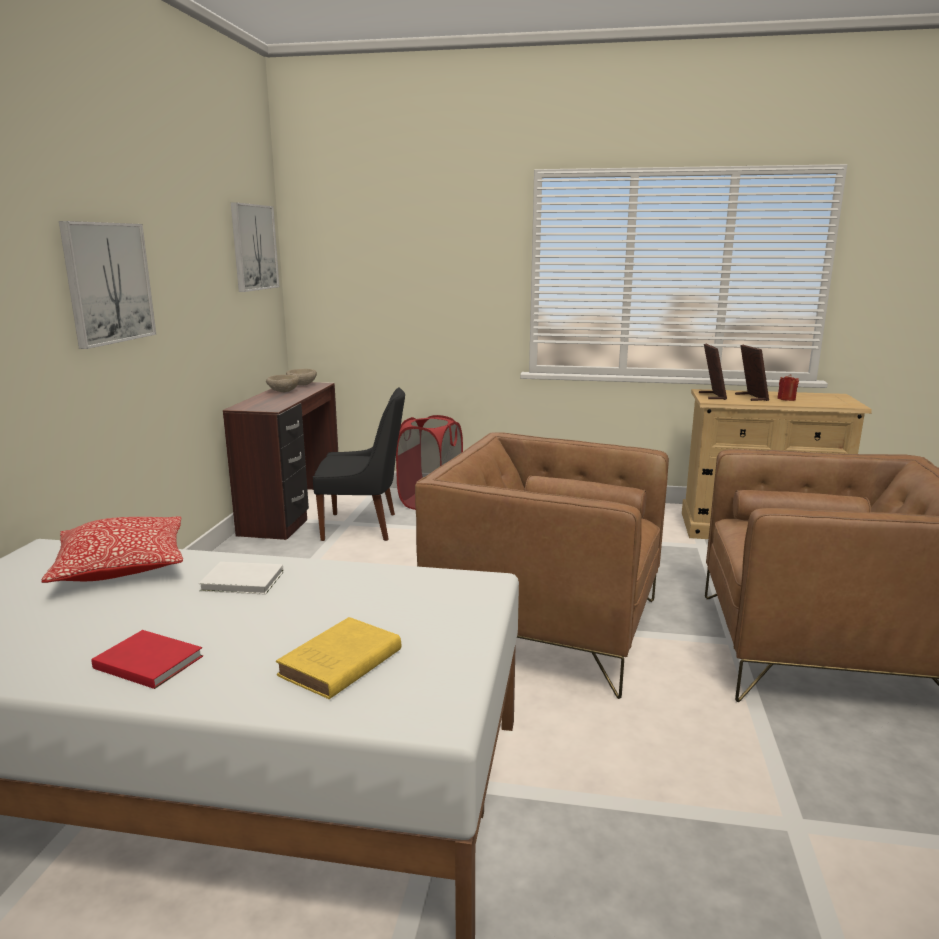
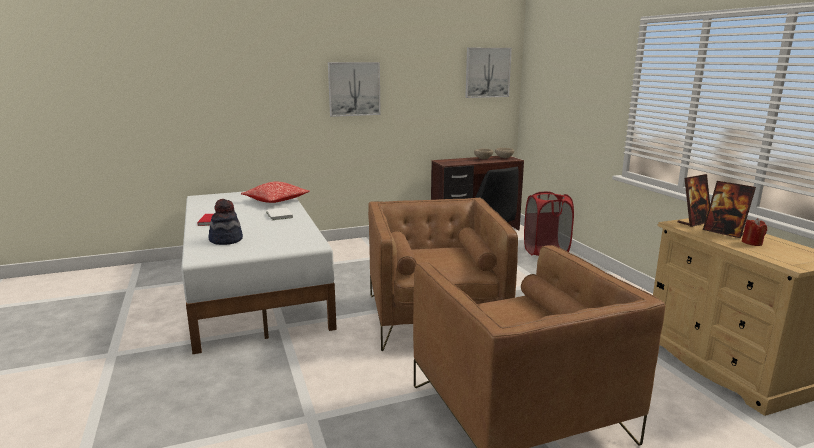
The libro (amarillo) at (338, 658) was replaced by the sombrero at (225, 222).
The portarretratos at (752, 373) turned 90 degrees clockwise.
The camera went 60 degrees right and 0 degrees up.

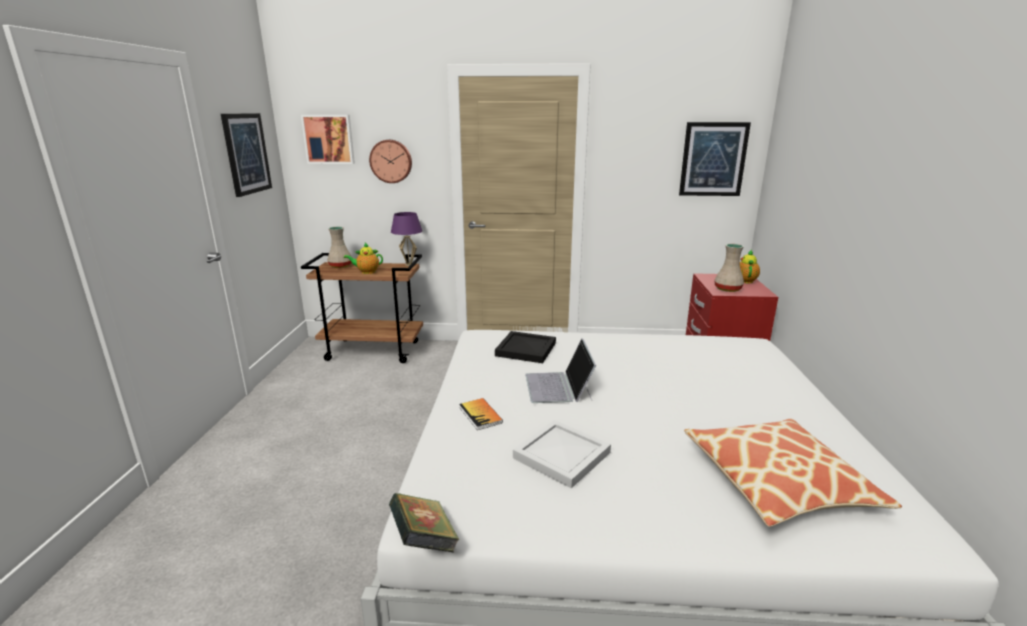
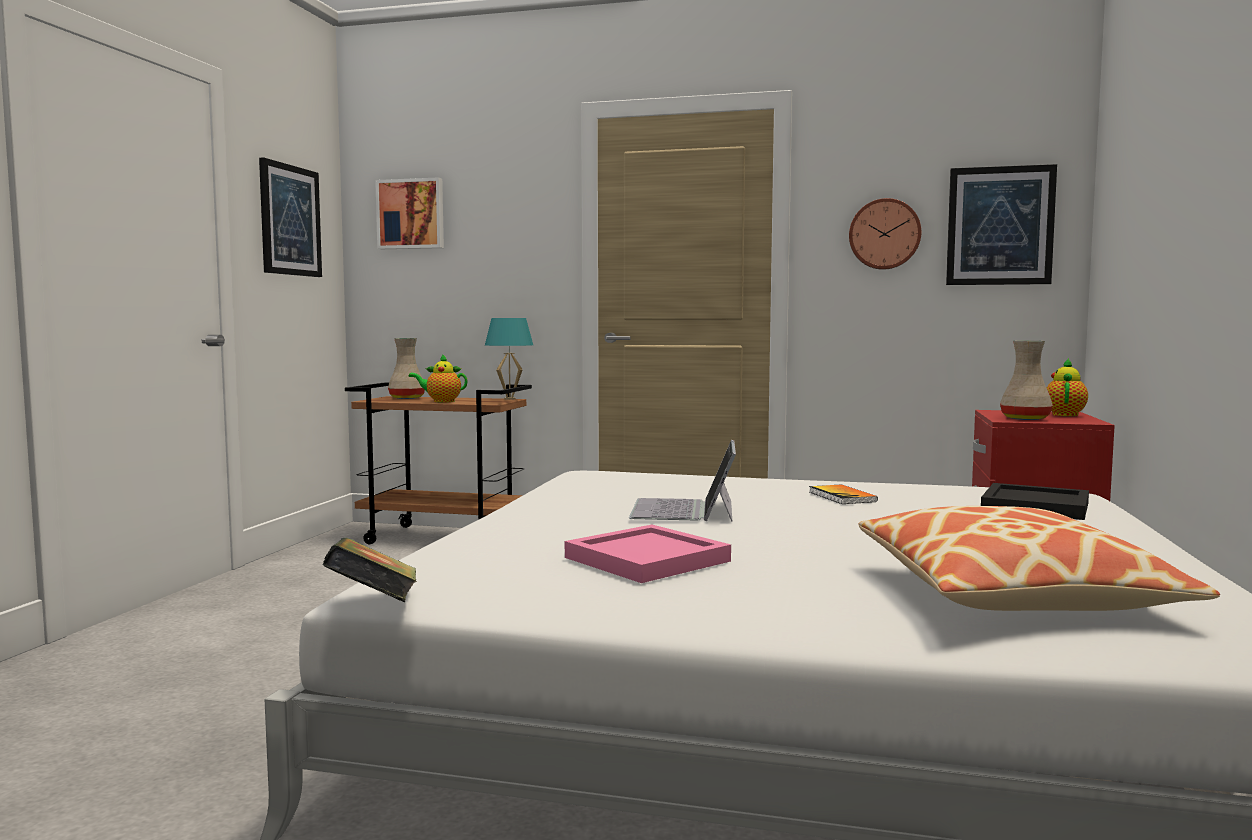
The reloj de pared moved from (390, 161) to (885, 234).
The libro moved from (481, 414) to (843, 494).
The bandeja (negro) moved from (525, 347) to (1035, 501).
The lámpara de mesa (morado) at (406, 239) became the lámpara de mesa (turquesa) at (509, 359).
The bandeja (blanco) at (562, 454) became the bandeja (rosa) at (648, 554).
The camera went 10 degrees right and 15 degrees down.

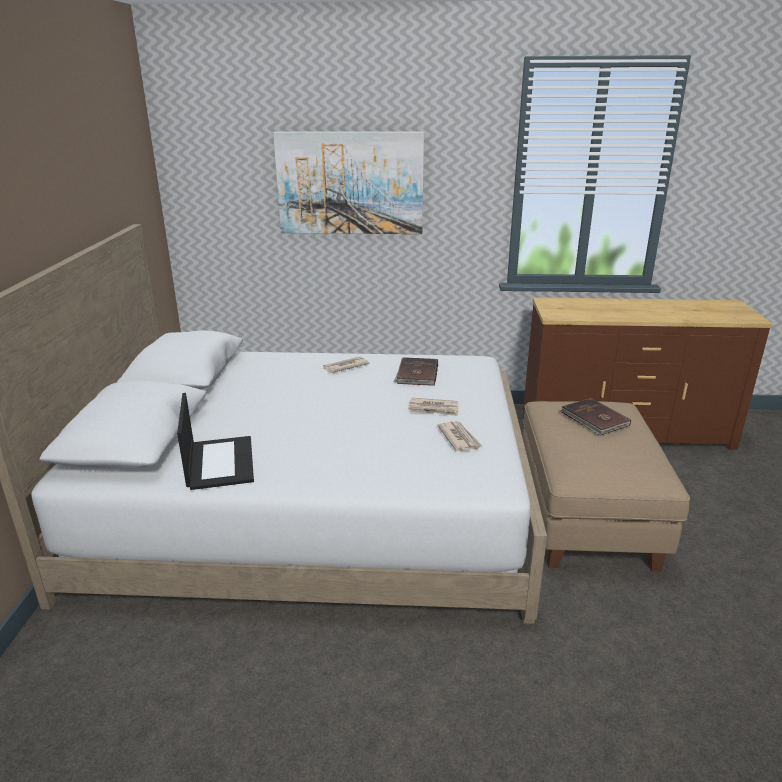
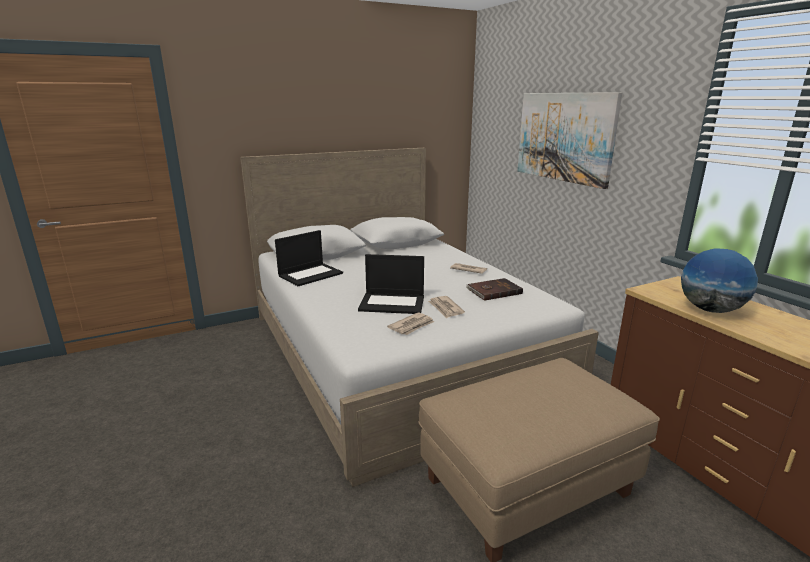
The libro (marrón) at (596, 417) disappeared.
The portátil at (391, 284) appeared.
The globo terráqueo at (719, 280) appeared.
The camera went 60 degrees right and 5 degrees down.

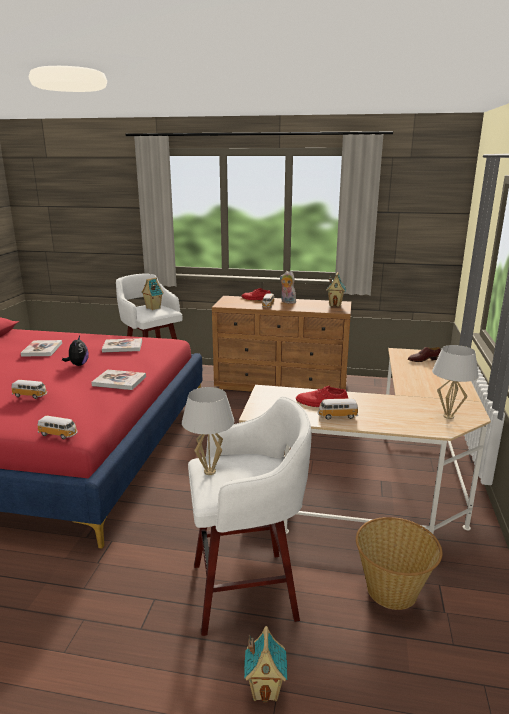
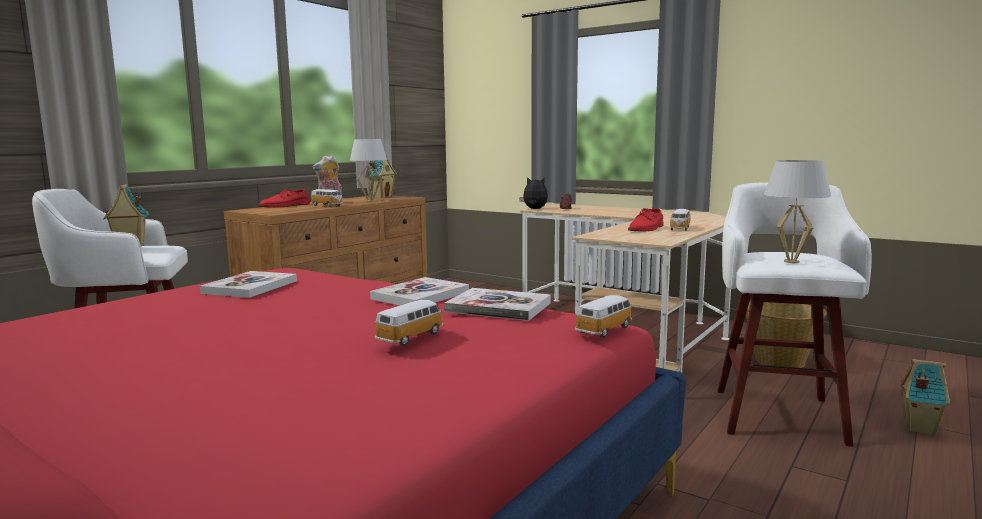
The libro moved from (41, 348) to (497, 304).
The peluche moved from (75, 351) to (533, 193).
The lámpara de mesa (blanco) moved from (455, 382) to (368, 170).
The camera went 65 degrees left and 10 degrees down.

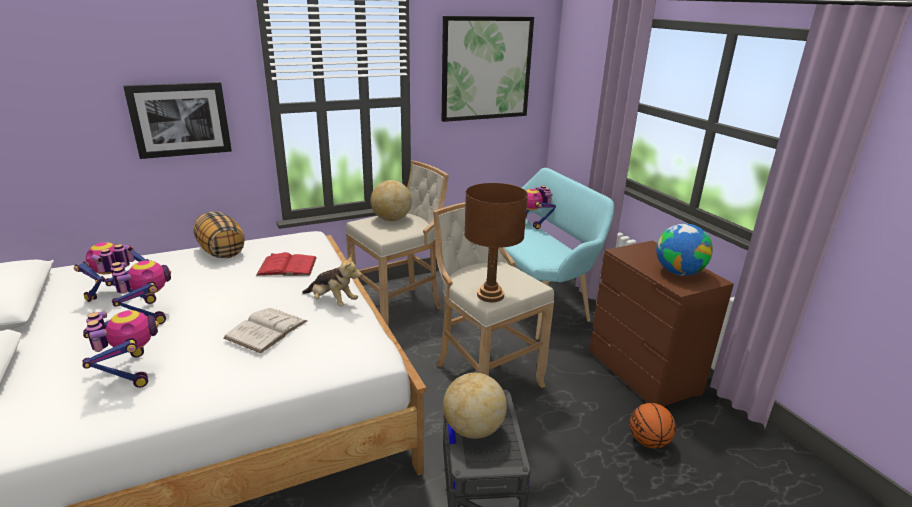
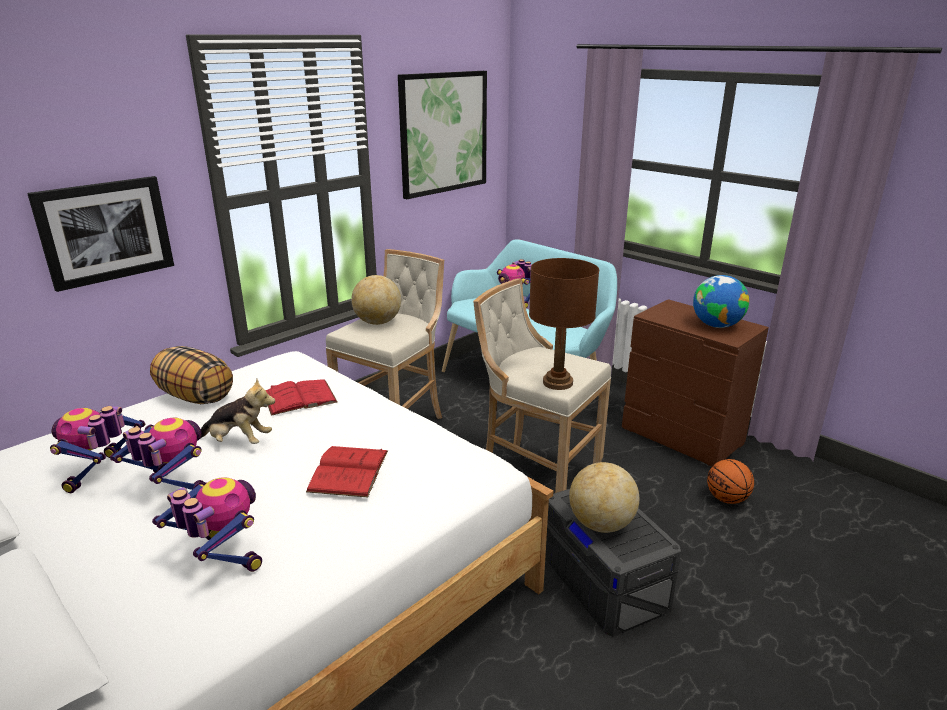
The peluche moved from (332, 280) to (238, 411).
The libro (blanco) at (265, 331) became the libro (rojo) at (347, 471).
The camera went 20 degrees left and 0 degrees up.

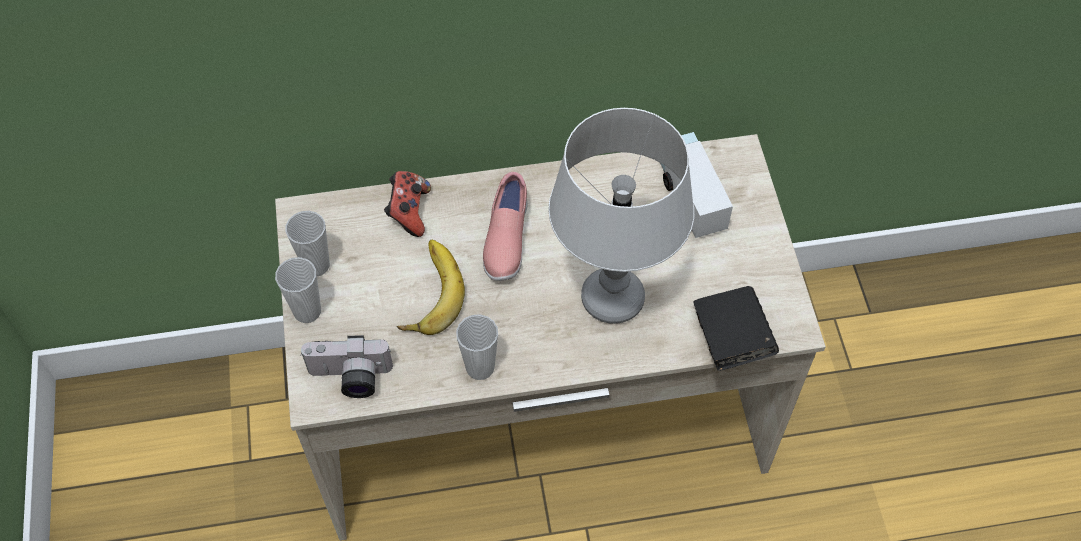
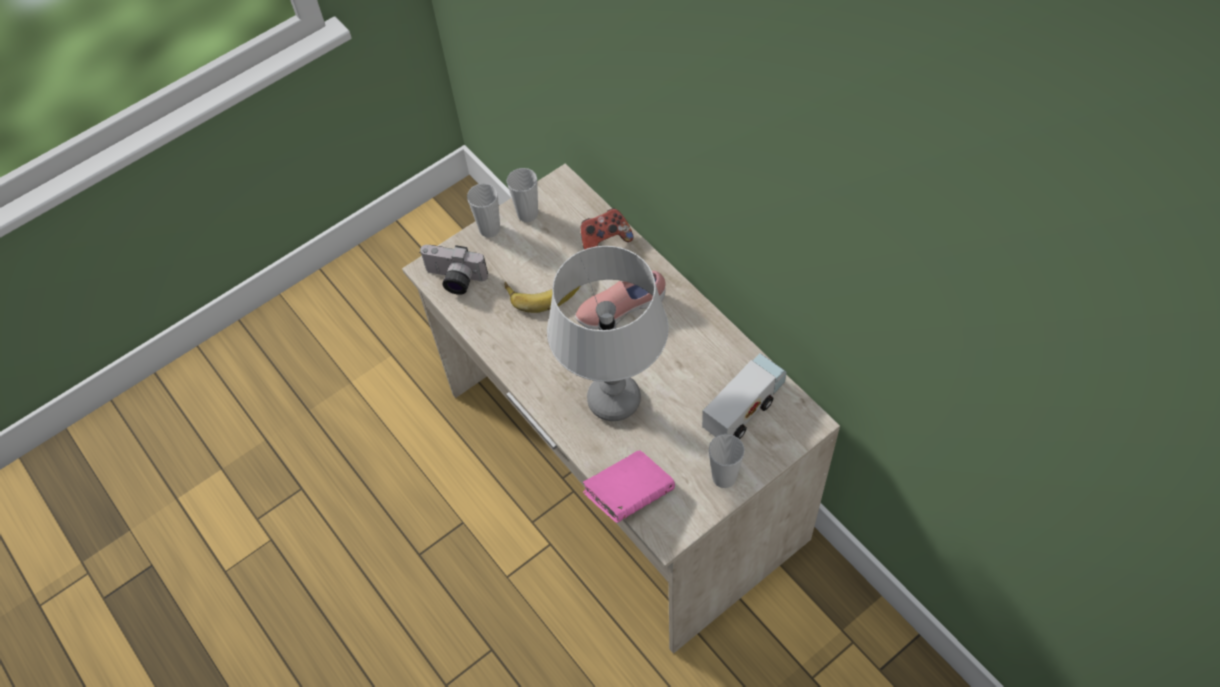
The taza moved from (477, 347) to (727, 461).
The libro (negro) at (736, 328) became the libro (rosa) at (629, 487).
The cámara at (346, 366) turned 45 degrees counterclockwise.
The camera went 65 degrees right and 0 degrees up.

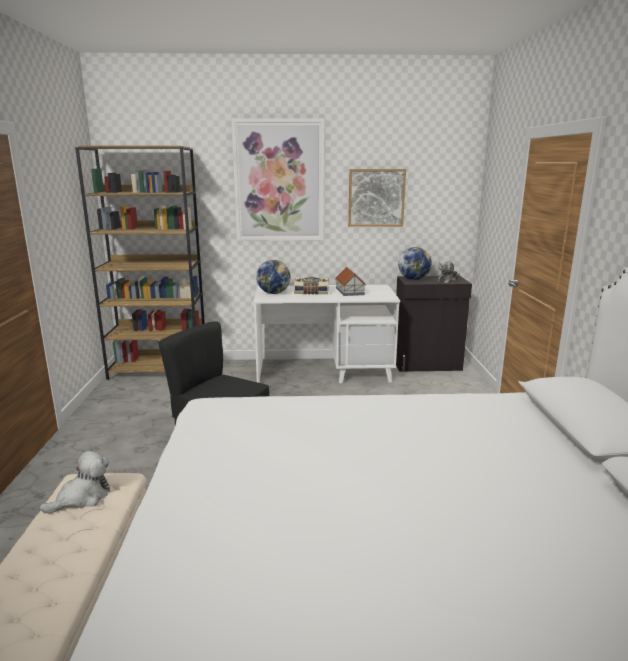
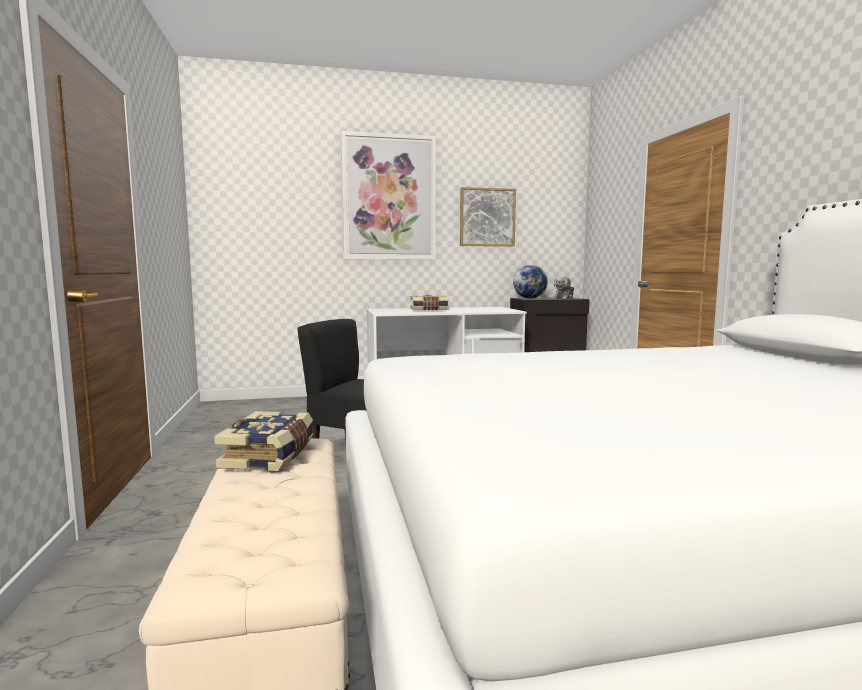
The estantería (marrón) at (140, 263) disappeared.
The globo terráqueo at (273, 277) disappeared.
The casita at (350, 281) disappeared.
The peluche at (75, 482) was replaced by the libro at (263, 441).
The camera went 10 degrees left and 10 degrees down.

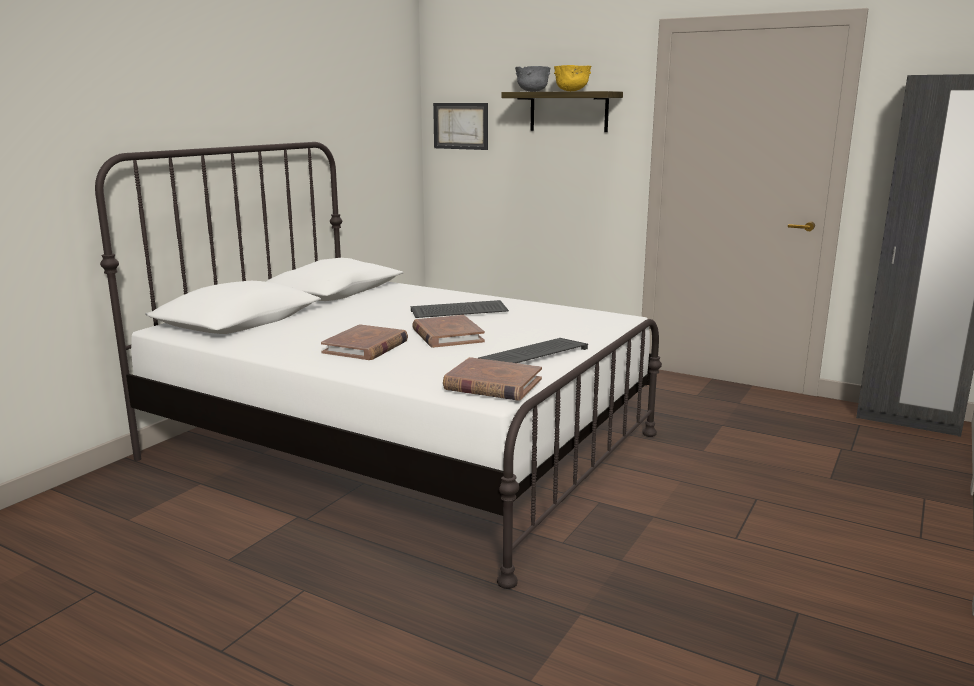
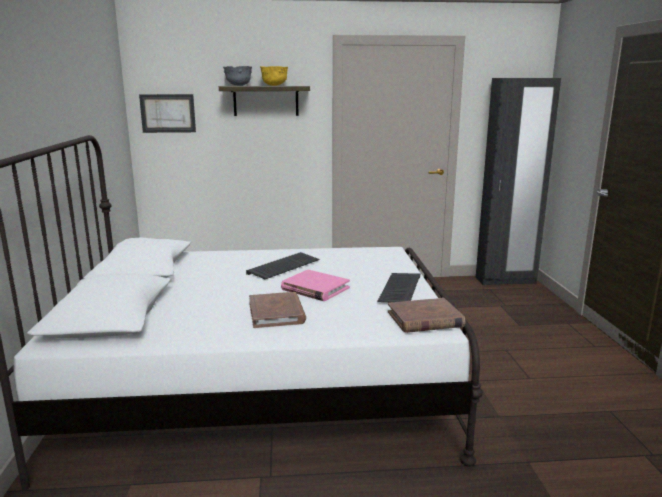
The libro (marrón) at (448, 331) became the libro (rosa) at (315, 285).
The camera went 35 degrees left and 0 degrees up.

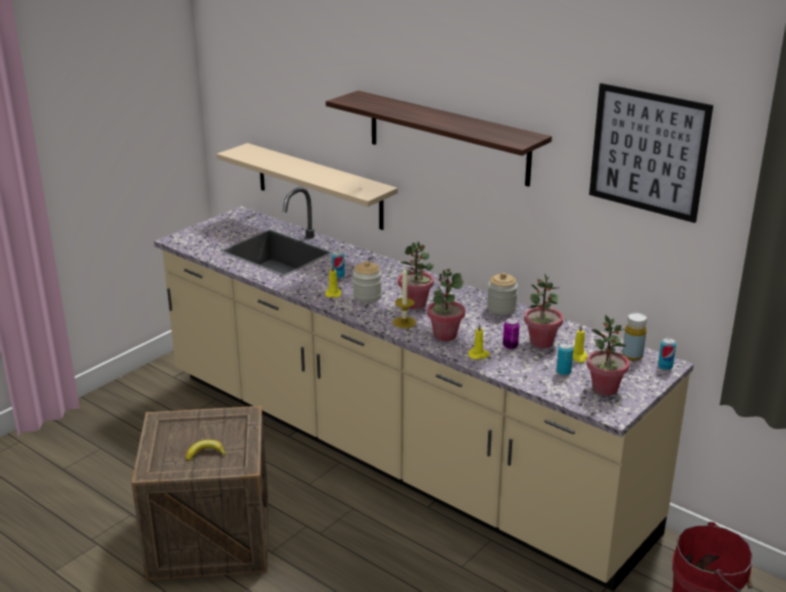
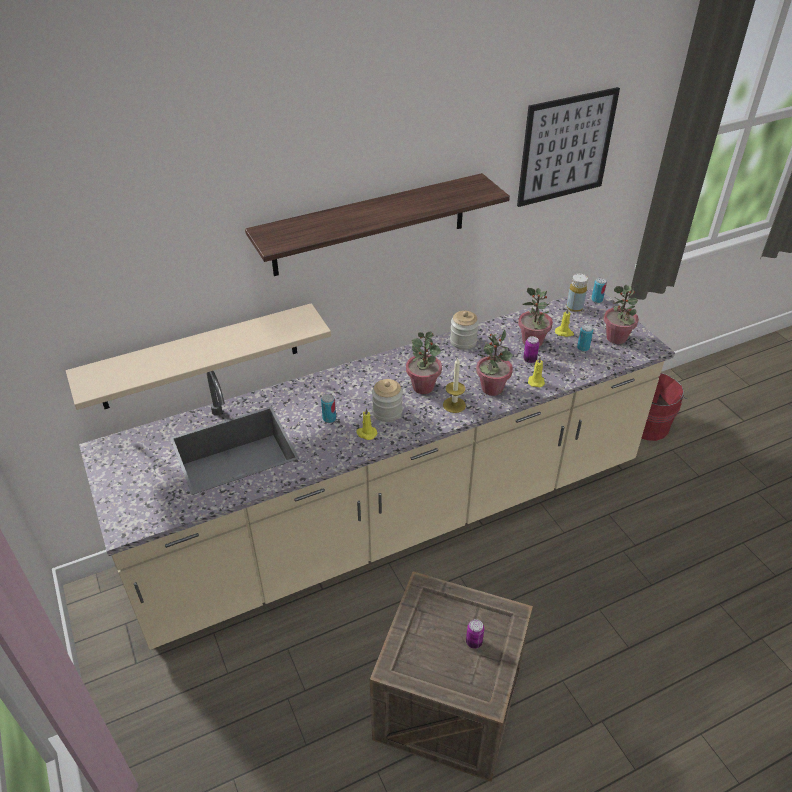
The plátano at (206, 450) was replaced by the lata at (475, 634).
The camera went 65 degrees left and 15 degrees up.

